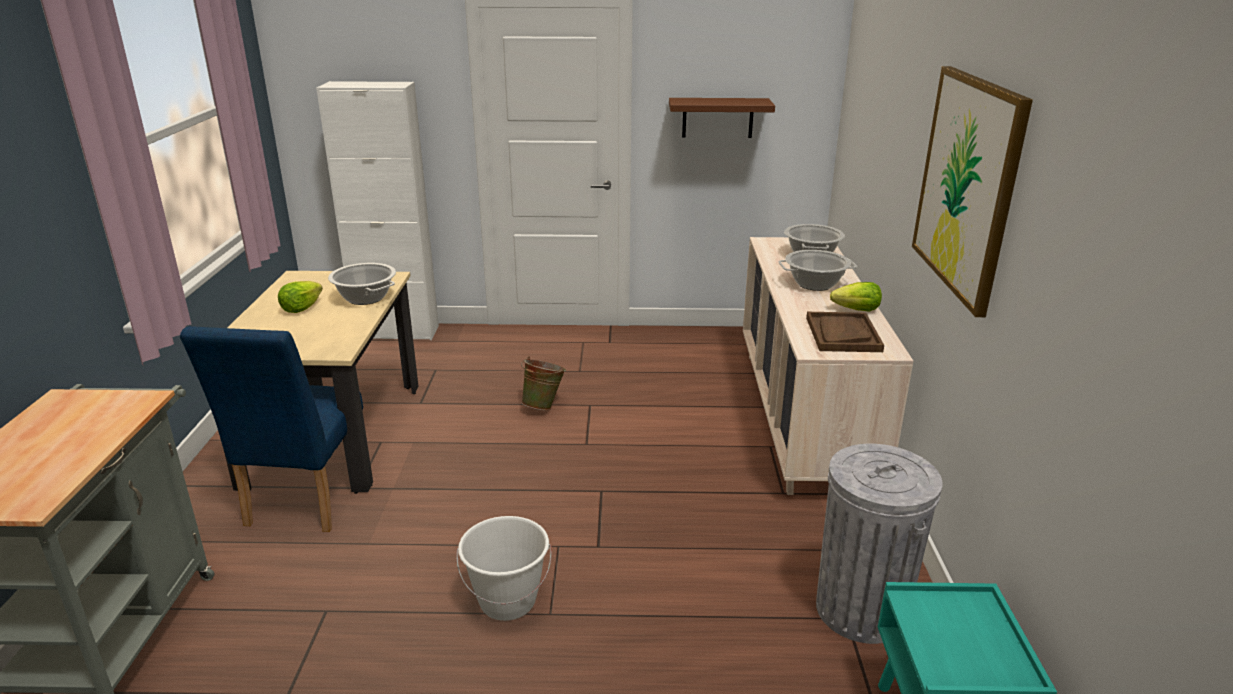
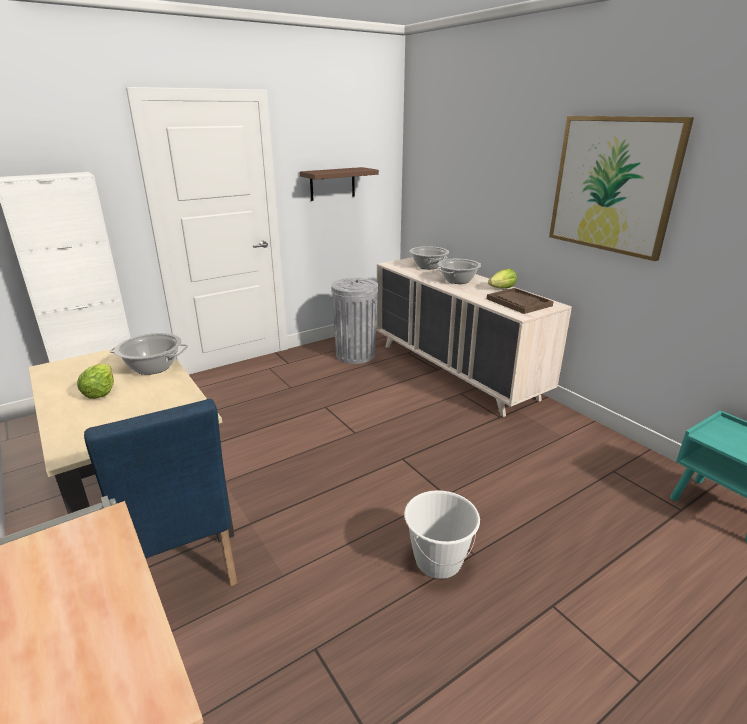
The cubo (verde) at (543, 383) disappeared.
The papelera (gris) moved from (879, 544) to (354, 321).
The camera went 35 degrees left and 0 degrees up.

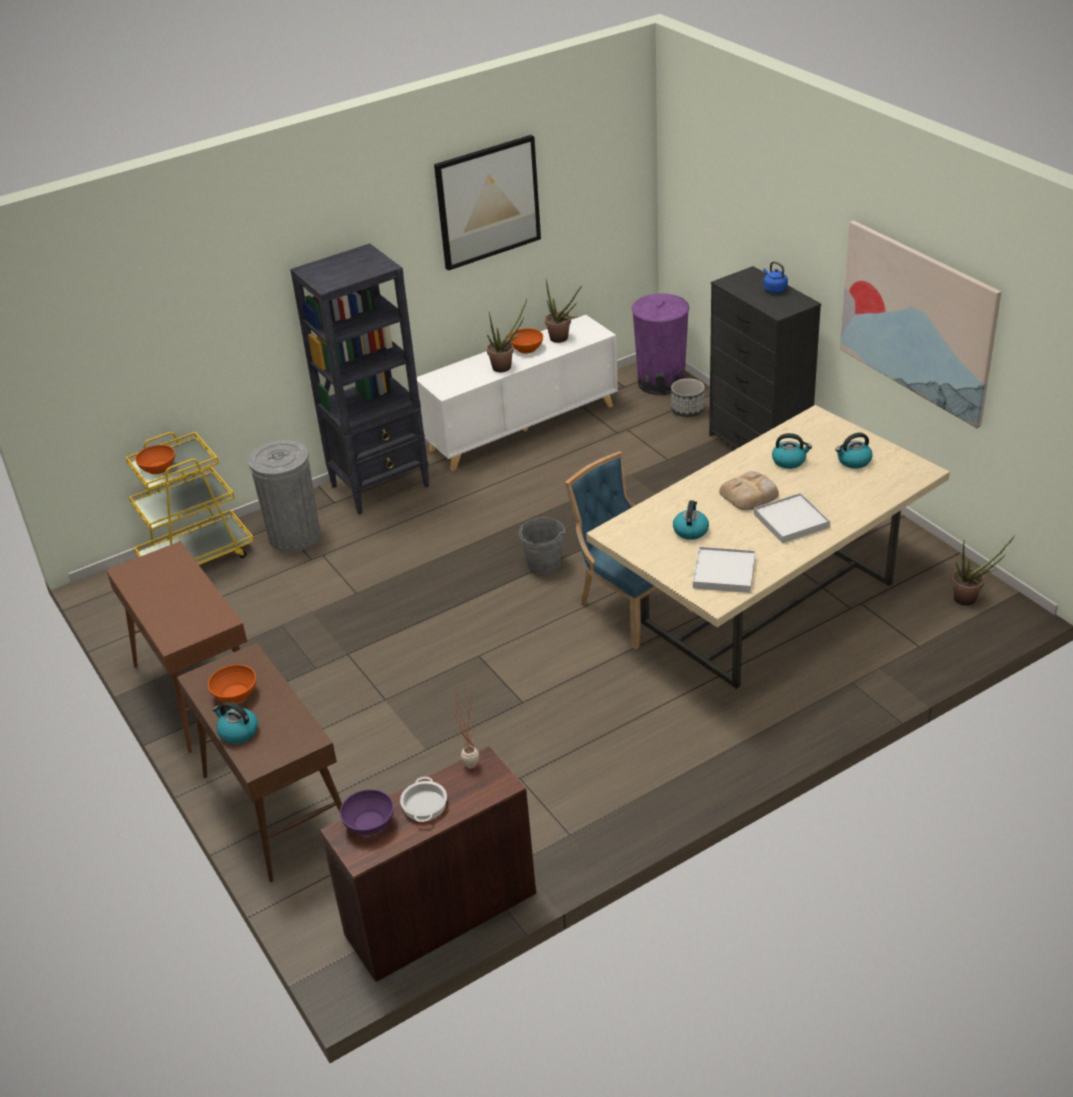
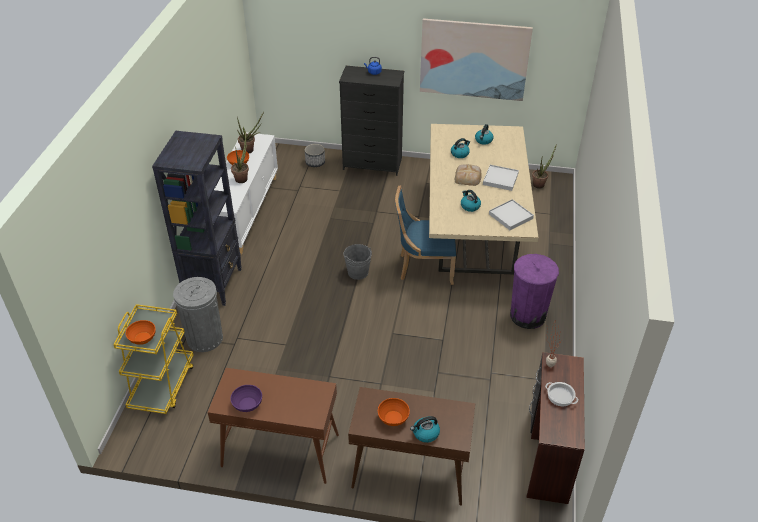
The cuadro at (487, 203) disappeared.
The cuenco (morado) moved from (367, 812) to (246, 398).
The papelera (morado) moved from (660, 344) to (534, 291).
The camera went 50 degrees left and 5 degrees up.

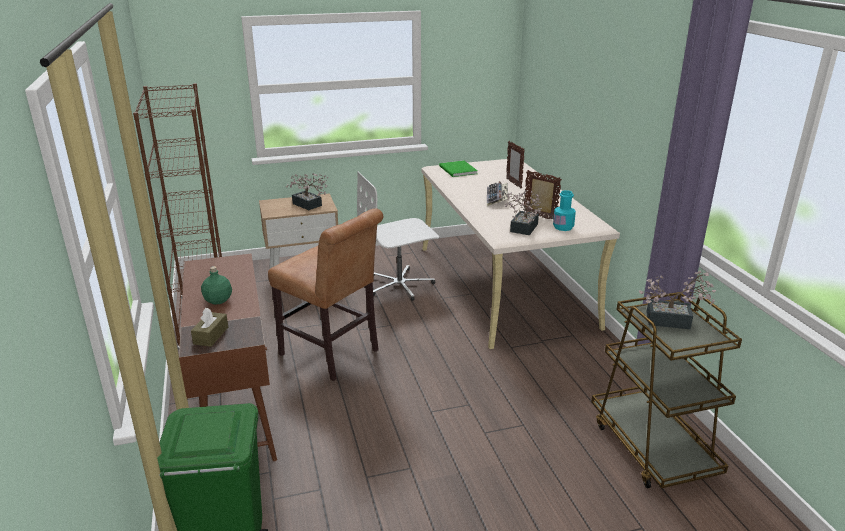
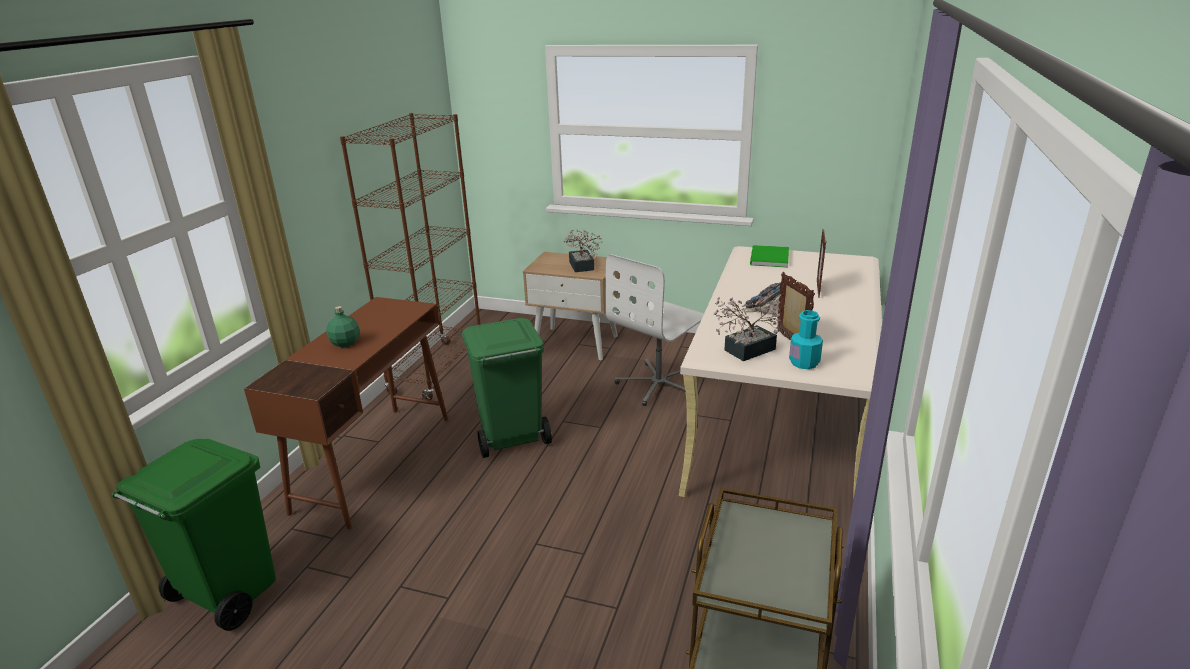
The caja de pañuelos (marrón) at (209, 327) disappeared.
The planta en maceta at (677, 300) disappeared.
The silla (marrón) at (325, 294) was replaced by the papelera (verde) at (507, 388).
The silla de oficina (blanco) at (398, 236) turned 60 degrees counterclockwise.
The camera went 35 degrees right and 0 degrees up.

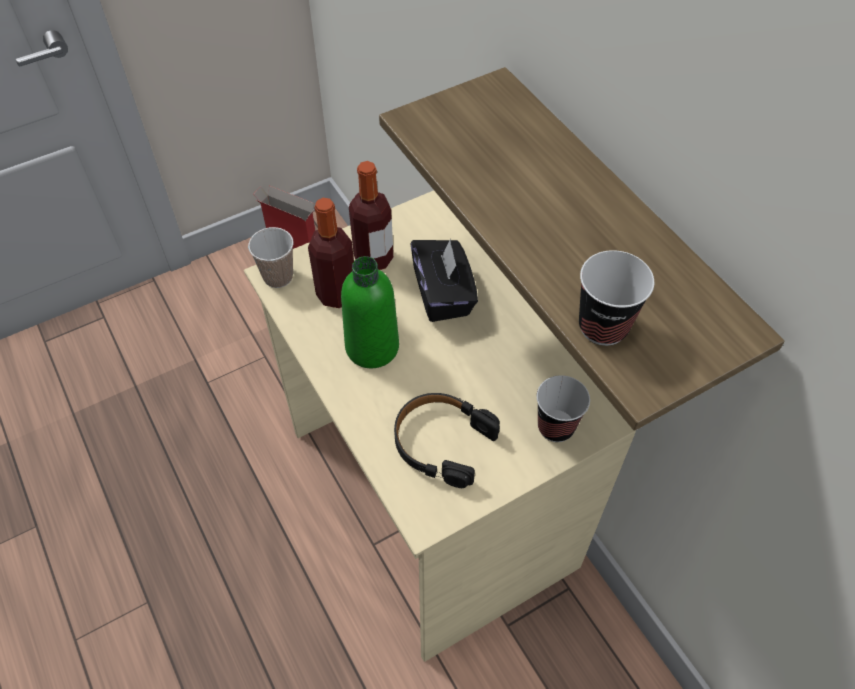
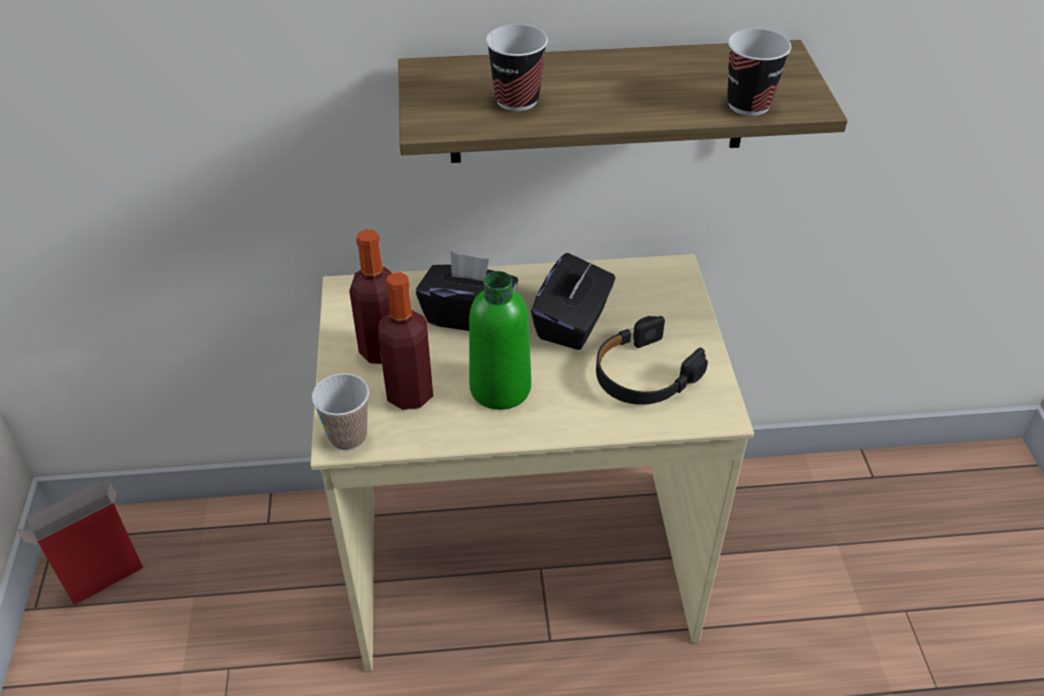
The caja de pañuelos (negro) at (573, 301) appeared.
The taza moved from (563, 408) to (517, 68).
The camera went 65 degrees left and 10 degrees down.

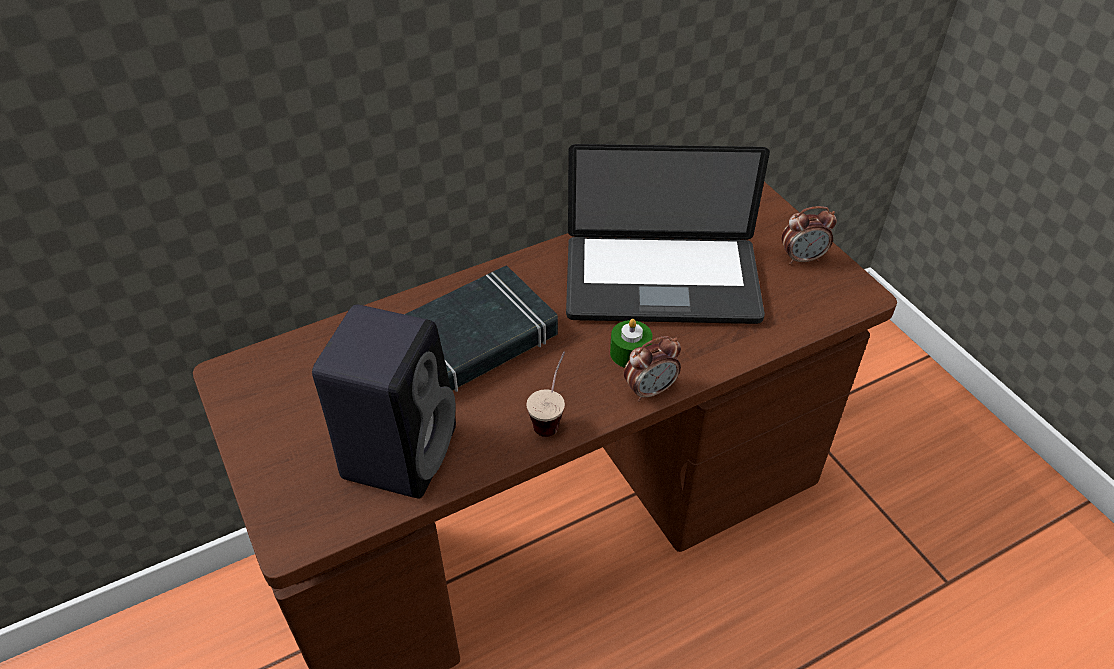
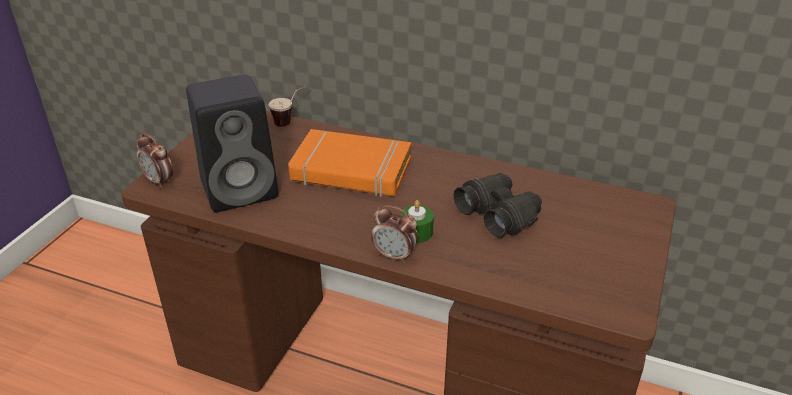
The taza moved from (545, 394) to (289, 106).
The despertador moved from (809, 235) to (154, 160).
The portátil at (668, 234) was replaced by the prismáticos (negro) at (498, 205).
The libro (negro) at (481, 328) became the libro (naranja) at (349, 163).
The camera went 50 degrees right and 10 degrees down.

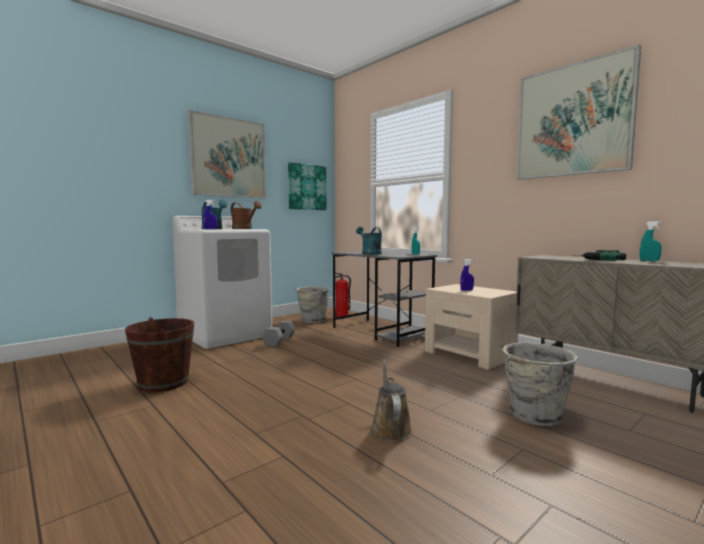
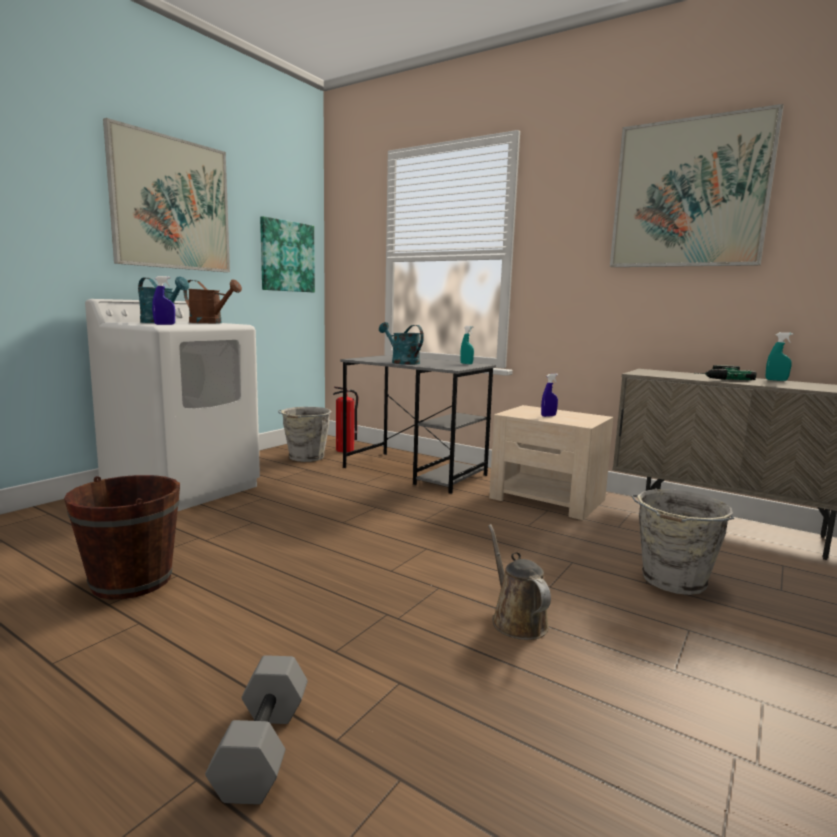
The mancuerna (gris) moved from (278, 333) to (256, 730).
The camera went 15 degrees left and 5 degrees up.

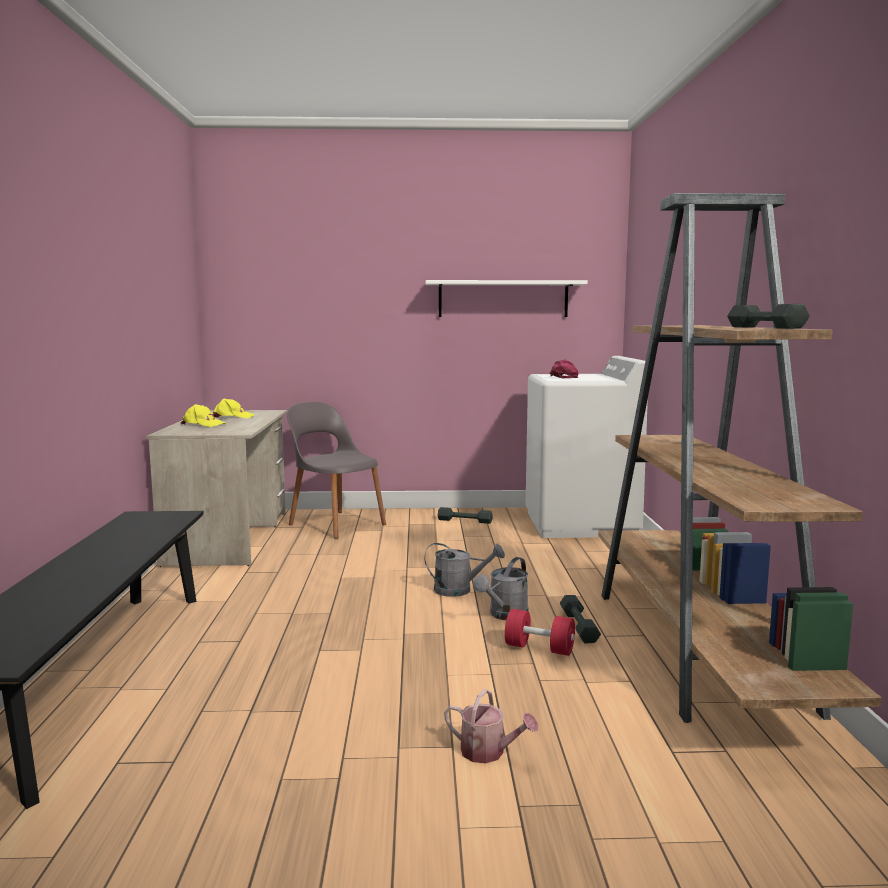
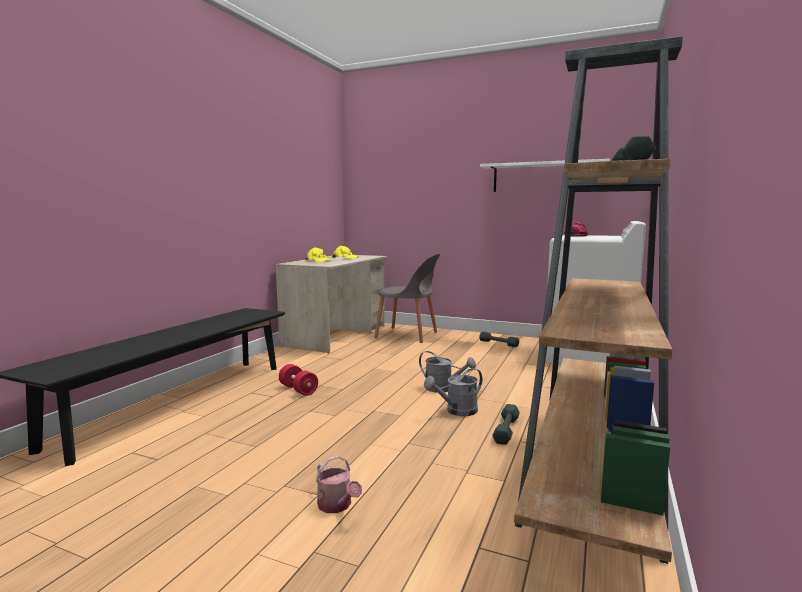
The mancuerna (rojo) moved from (540, 632) to (298, 380).
The silla (gris) at (336, 470) turned 135 degrees clockwise.
The camera went 25 degrees right and 0 degrees up.

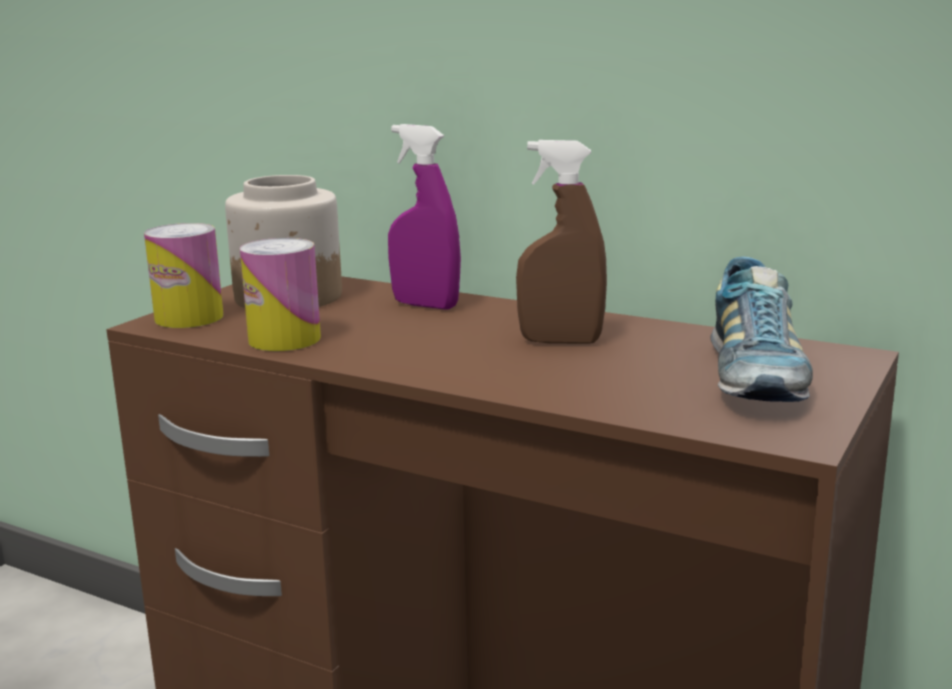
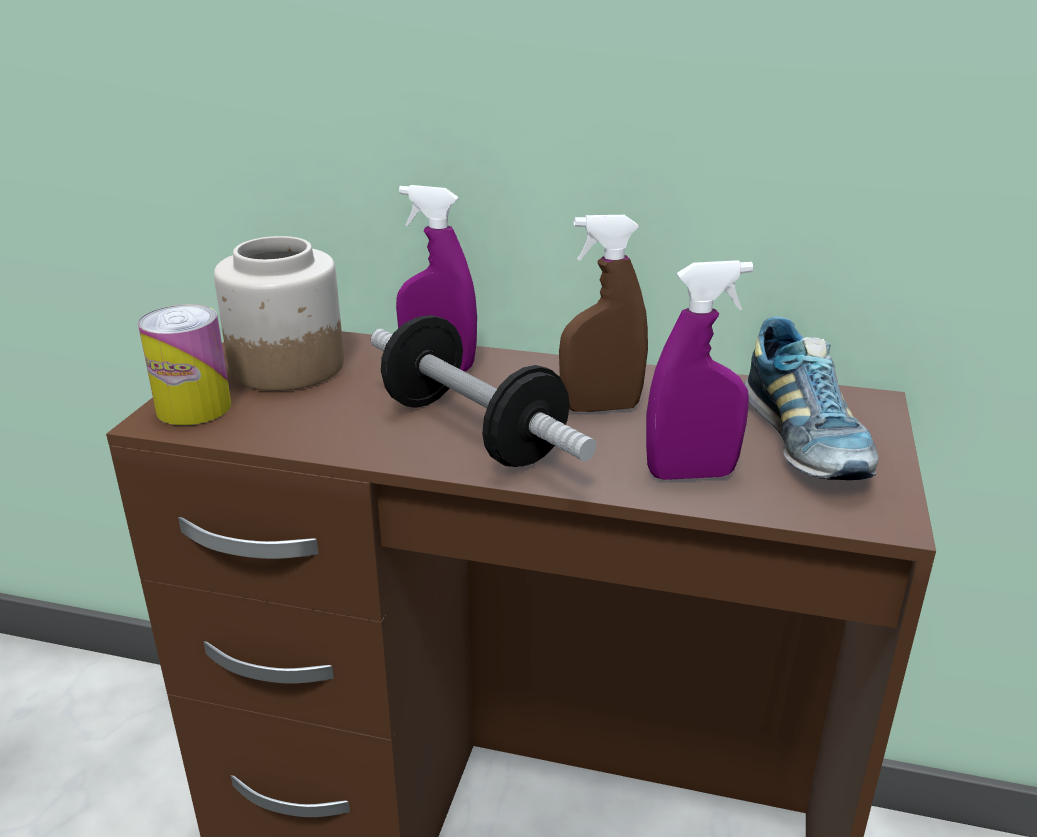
The lata at (280, 294) disappeared.
The mancuerna at (483, 391) appeared.
The pulverizador (morado) at (699, 370) appeared.
The camera went 15 degrees left and 10 degrees up.

